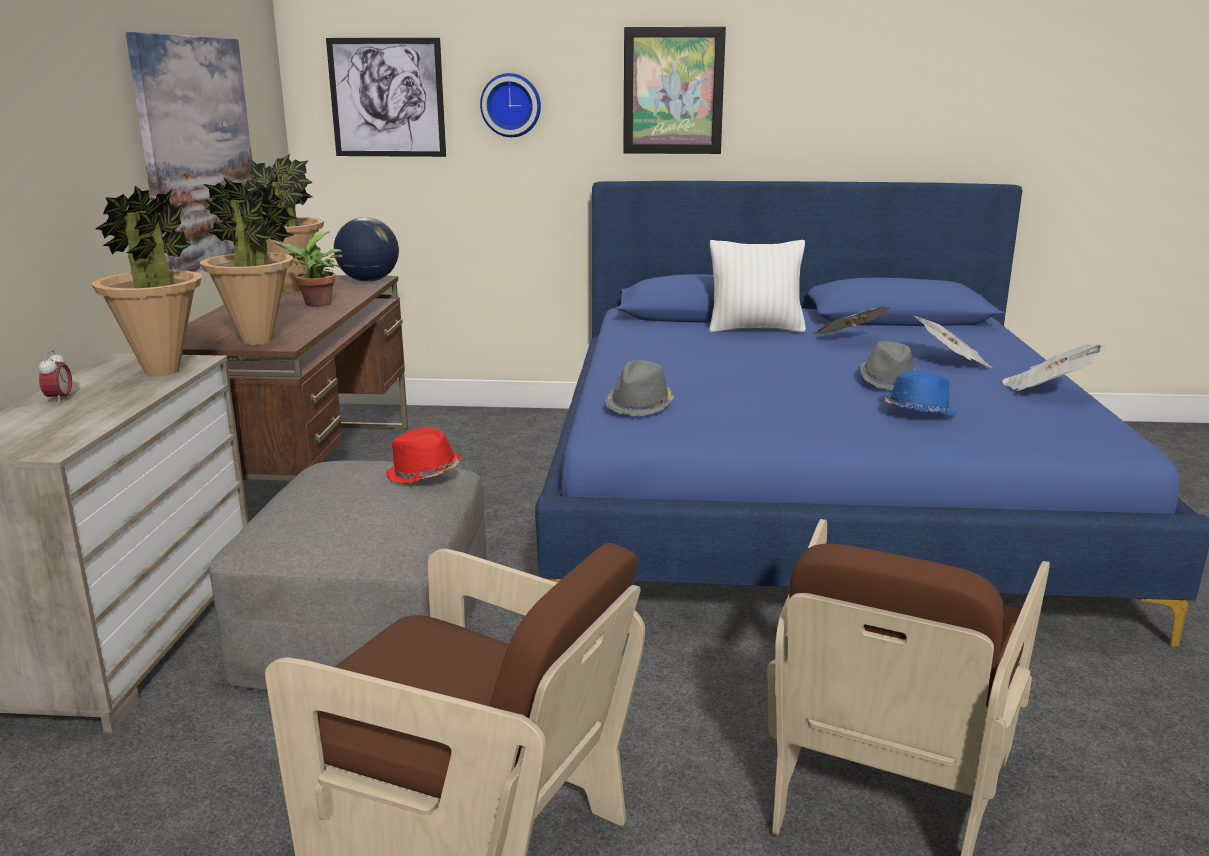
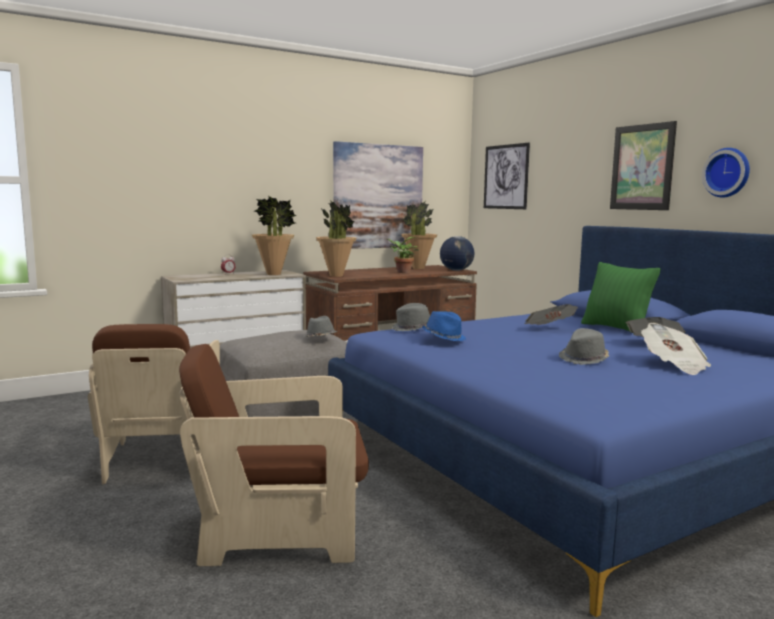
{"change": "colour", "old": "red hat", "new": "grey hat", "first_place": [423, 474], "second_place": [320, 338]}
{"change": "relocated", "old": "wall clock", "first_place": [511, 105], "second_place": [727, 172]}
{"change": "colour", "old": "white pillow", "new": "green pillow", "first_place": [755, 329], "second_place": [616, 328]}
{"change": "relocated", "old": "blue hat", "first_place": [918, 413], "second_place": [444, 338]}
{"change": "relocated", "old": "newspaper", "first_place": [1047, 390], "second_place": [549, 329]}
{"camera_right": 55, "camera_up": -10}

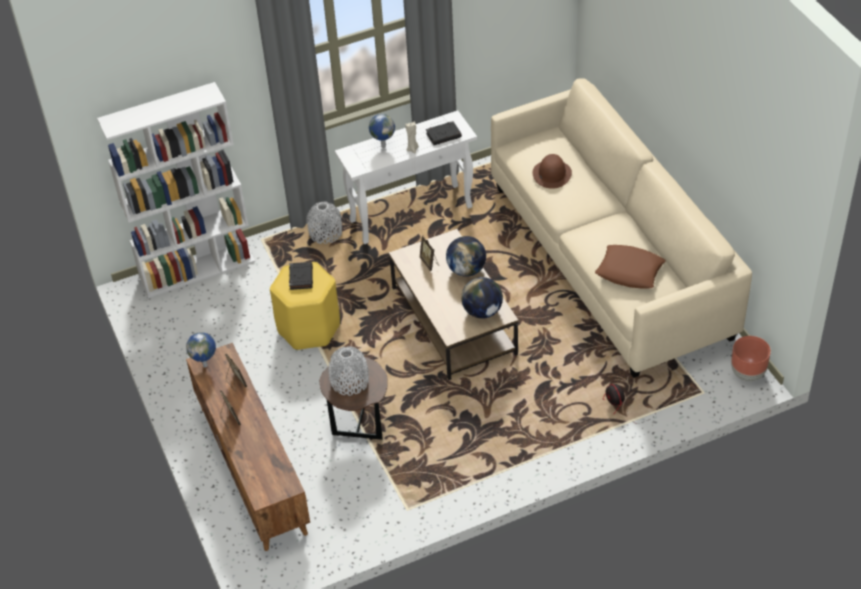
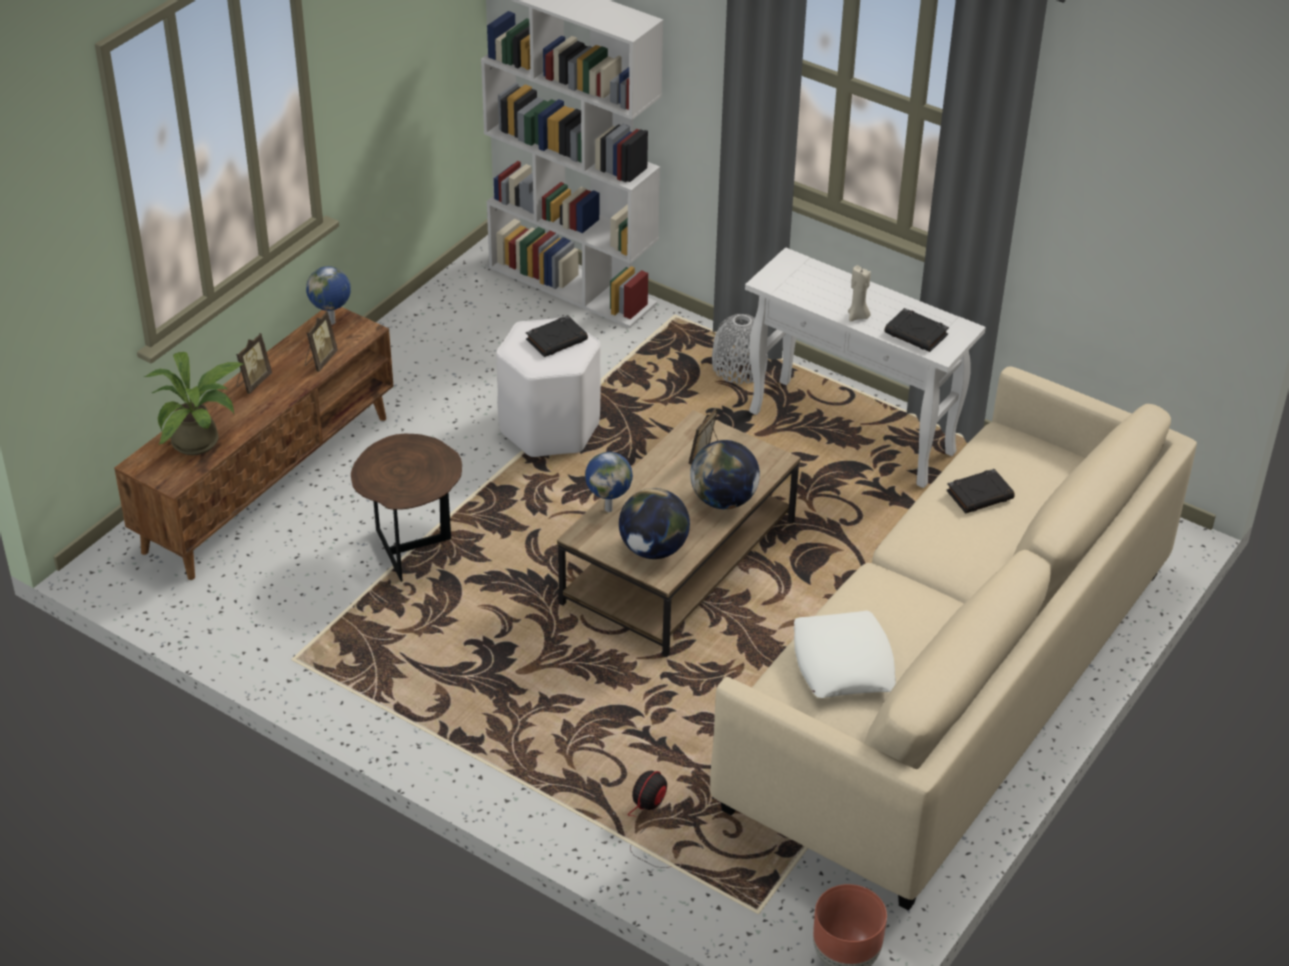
{"change": "colour", "old": "yellow stool", "new": "white stool", "first_place": [308, 328], "second_place": [549, 427]}
{"change": "missing", "old": "grey vase", "first_place": [349, 381]}
{"change": "relocated", "old": "globe", "first_place": [383, 146], "second_place": [609, 508]}
{"change": "exchanged", "old": "brown hat", "new": "black book", "first_place": [552, 174], "second_place": [980, 495]}
{"change": "colour", "old": "brown pillow", "new": "white pillow", "first_place": [630, 271], "second_place": [843, 663]}
{"change": "appeared", "new": "potted plant", "second_place": [201, 441]}
{"camera_right": 55, "camera_up": -5}

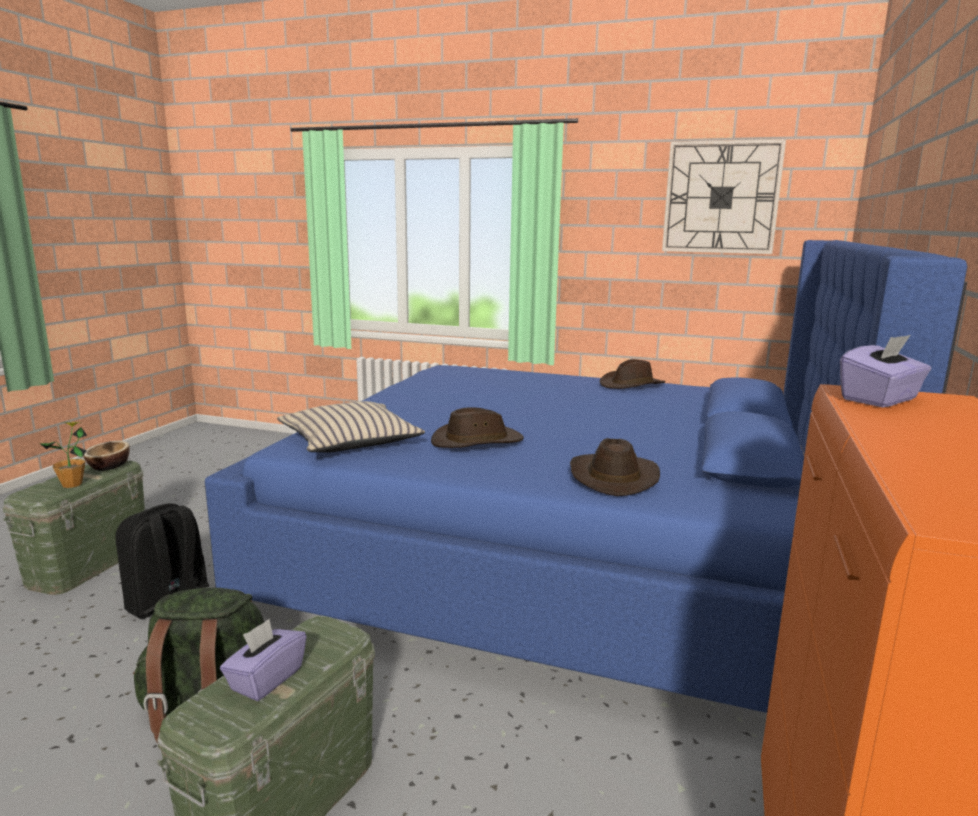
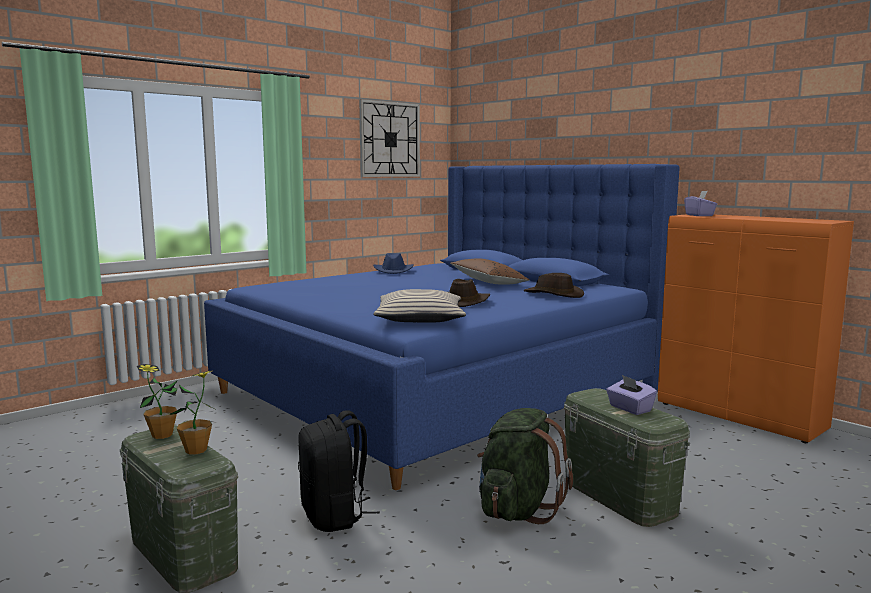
{"change": "exchanged", "old": "bowl", "new": "potted plant", "first_place": [109, 466], "second_place": [162, 435]}
{"change": "colour", "old": "brown hat", "new": "blue hat", "first_place": [631, 385], "second_place": [393, 271]}
{"change": "appeared", "new": "brown pillow", "second_place": [487, 282]}
{"camera_right": -60, "camera_up": -5}

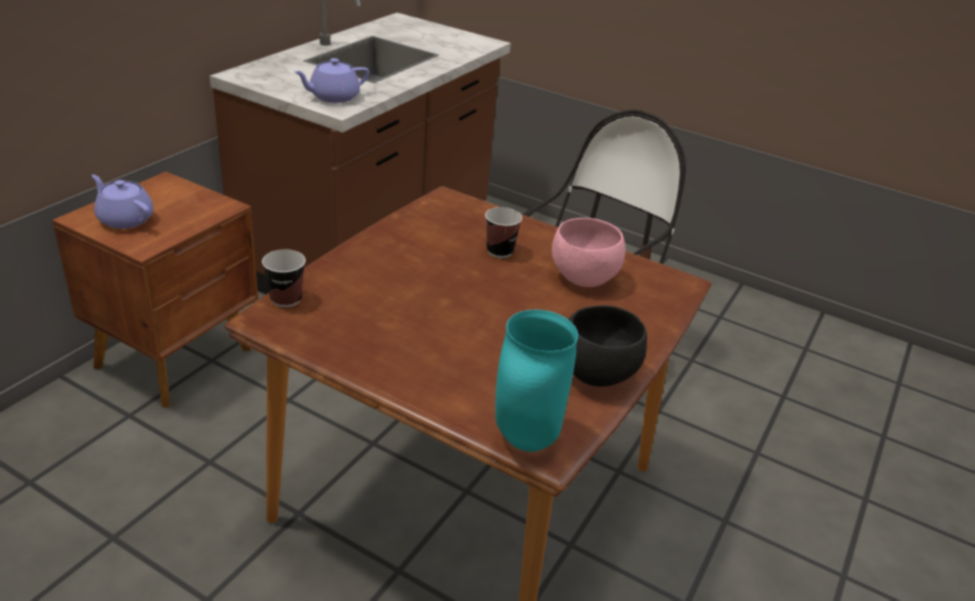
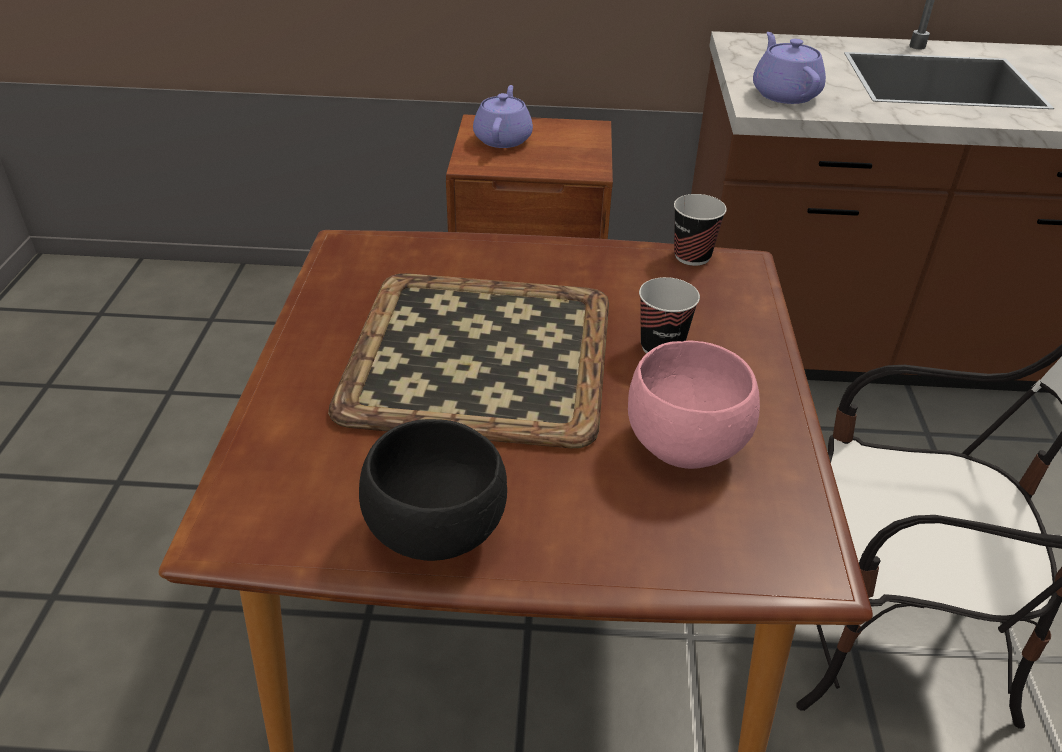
{"change": "relocated", "old": "cup", "first_place": [286, 299], "second_place": [692, 256]}
{"change": "spun", "old": "purple teapot", "first_place": [333, 97], "second_place": [784, 94], "degrees": 45}
{"change": "missing", "old": "turquoise vase", "first_place": [523, 439]}
{"change": "appeared", "new": "tray", "second_place": [477, 354]}
{"camera_right": 65, "camera_up": 5}

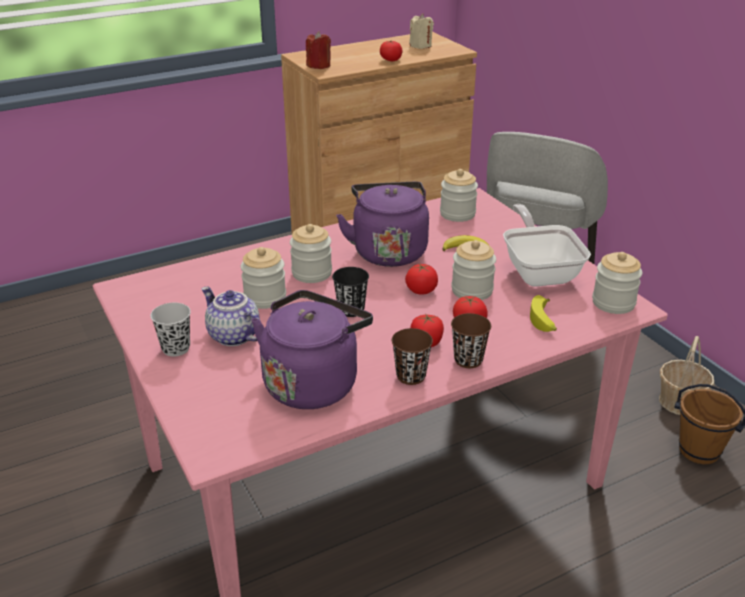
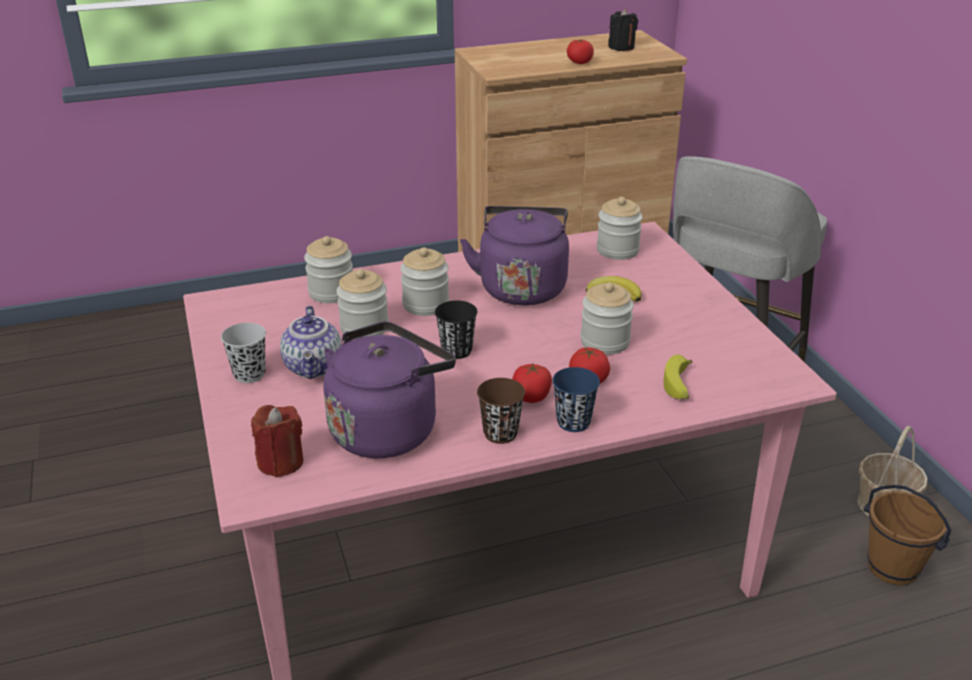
{"change": "spun", "old": "teapot", "first_place": [232, 336], "second_place": [315, 367], "degrees": -150}
{"change": "relocated", "old": "red candle", "first_place": [319, 66], "second_place": [280, 462]}
{"change": "missing", "old": "tomato", "first_place": [421, 290]}
{"change": "colour", "old": "beige candle", "new": "black candle", "first_place": [420, 46], "second_place": [621, 47]}
{"change": "colour", "old": "brown cup", "new": "blue cup", "first_place": [468, 360], "second_place": [573, 422]}
{"change": "missing", "old": "frying pan", "first_place": [539, 271]}
{"change": "relocated", "old": "jar", "first_place": [613, 303], "second_place": [331, 292]}
{"camera_right": 10, "camera_up": 0}

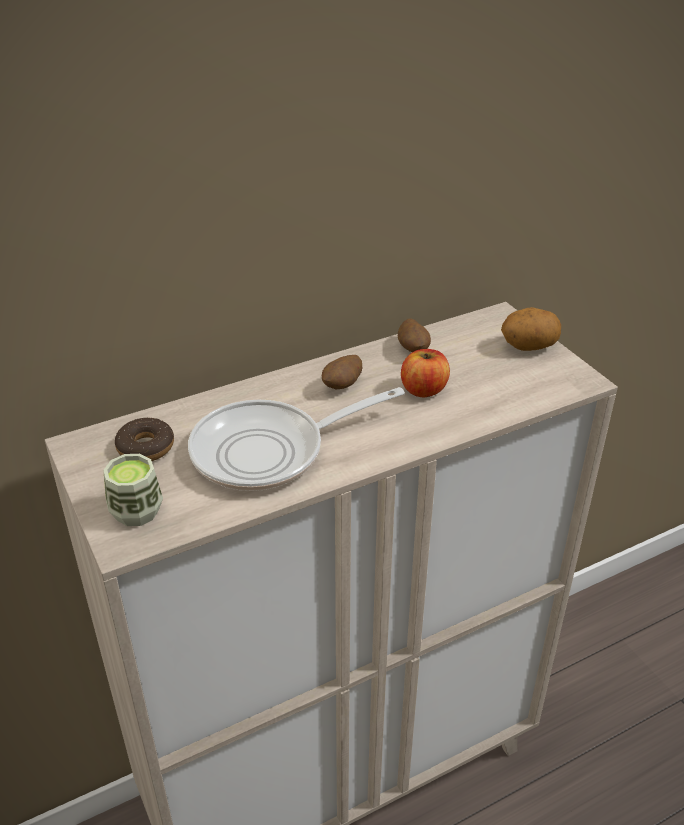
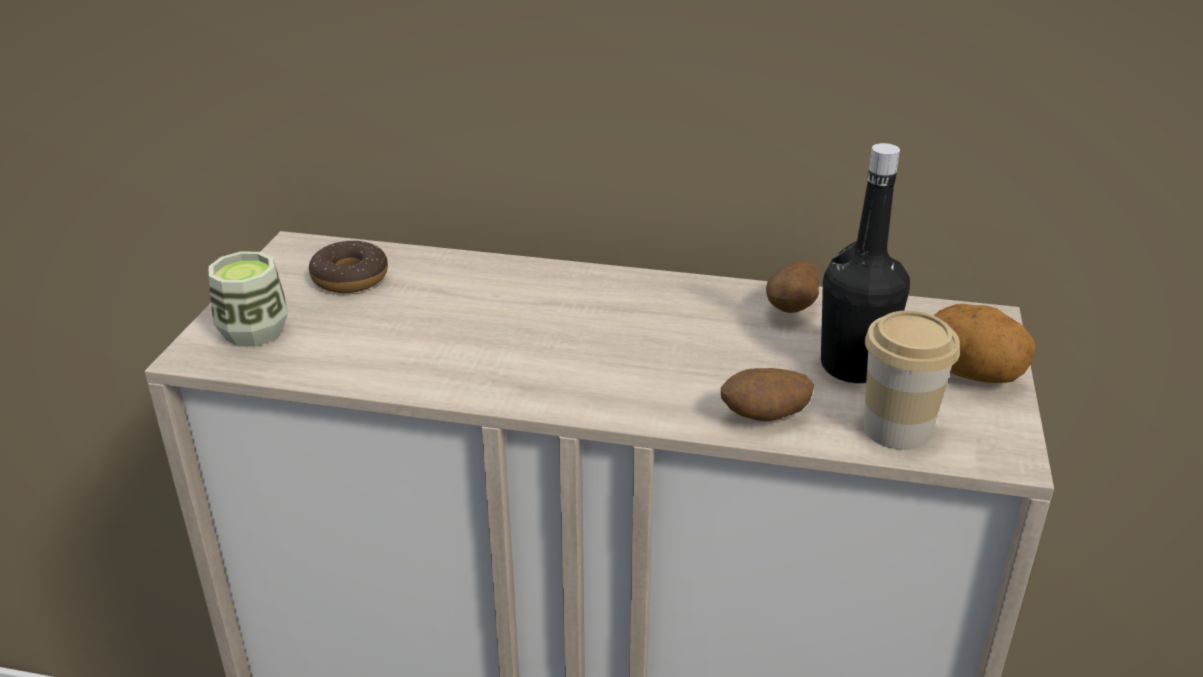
{"change": "missing", "old": "frying pan", "first_place": [269, 451]}
{"change": "relocated", "old": "potato", "first_place": [342, 386], "second_place": [764, 418]}
{"change": "missing", "old": "apple", "first_place": [423, 389]}
{"change": "appeared", "new": "black bottle", "second_place": [853, 366]}
{"change": "appeared", "new": "cup", "second_place": [897, 429]}
{"camera_right": 40, "camera_up": -5}

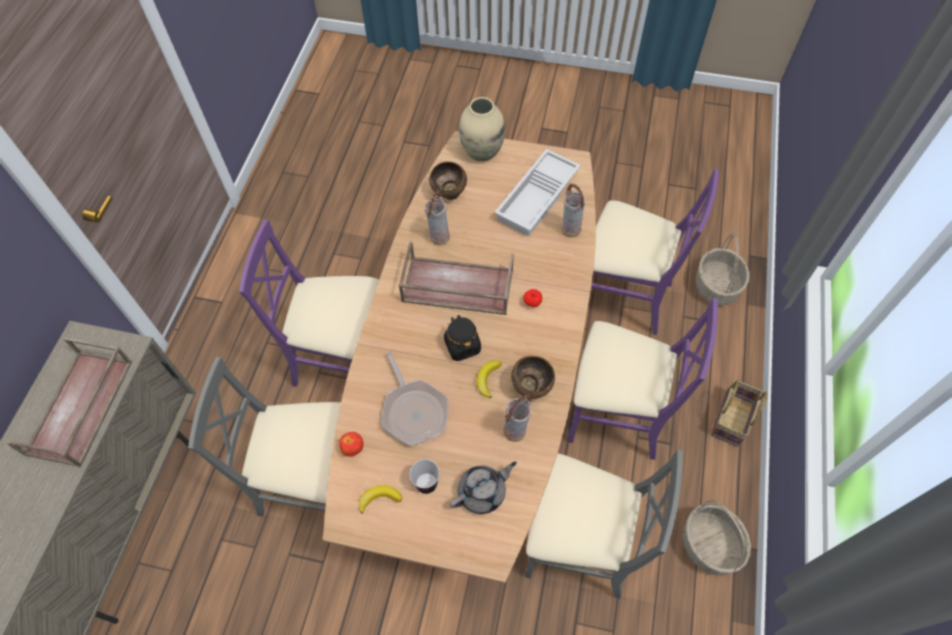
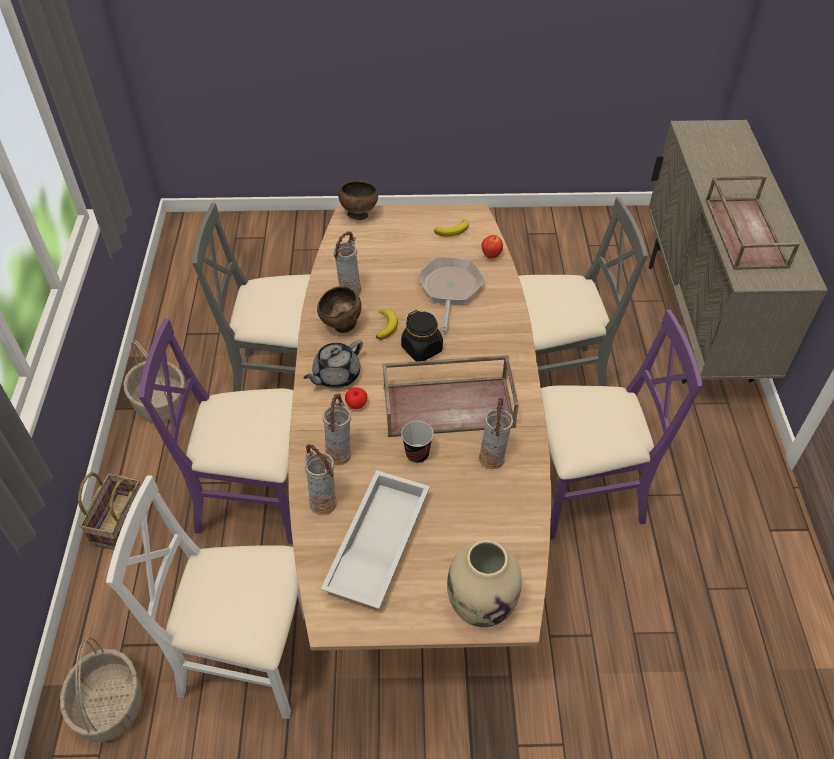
{"change": "spun", "old": "frying pan", "first_place": [413, 410], "second_place": [449, 290], "degrees": 45}
{"change": "relocated", "old": "cup", "first_place": [426, 484], "second_place": [417, 454]}
{"change": "relocated", "old": "brown bowl", "first_place": [449, 194], "second_place": [358, 214]}
{"change": "relocated", "old": "grey teapot", "first_place": [482, 492], "second_place": [335, 375]}
{"change": "colour", "old": "purple chair", "new": "white chair", "first_place": [624, 296], "second_place": [248, 657]}
{"change": "appeared", "new": "vase", "second_place": [340, 455]}
{"camera_right": 165, "camera_up": -10}

